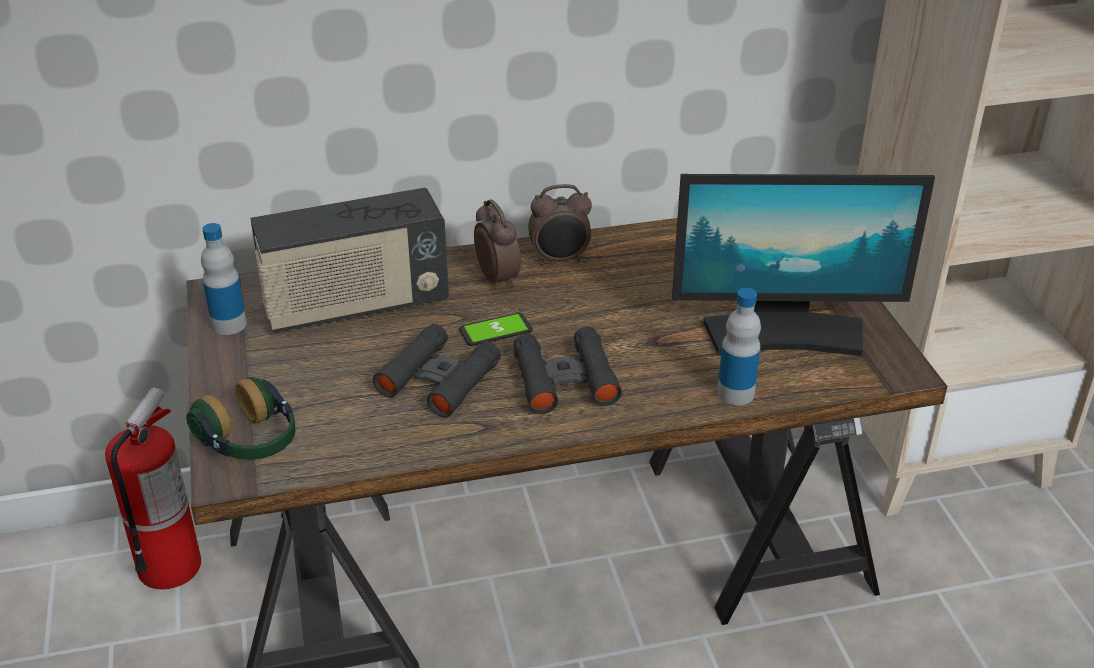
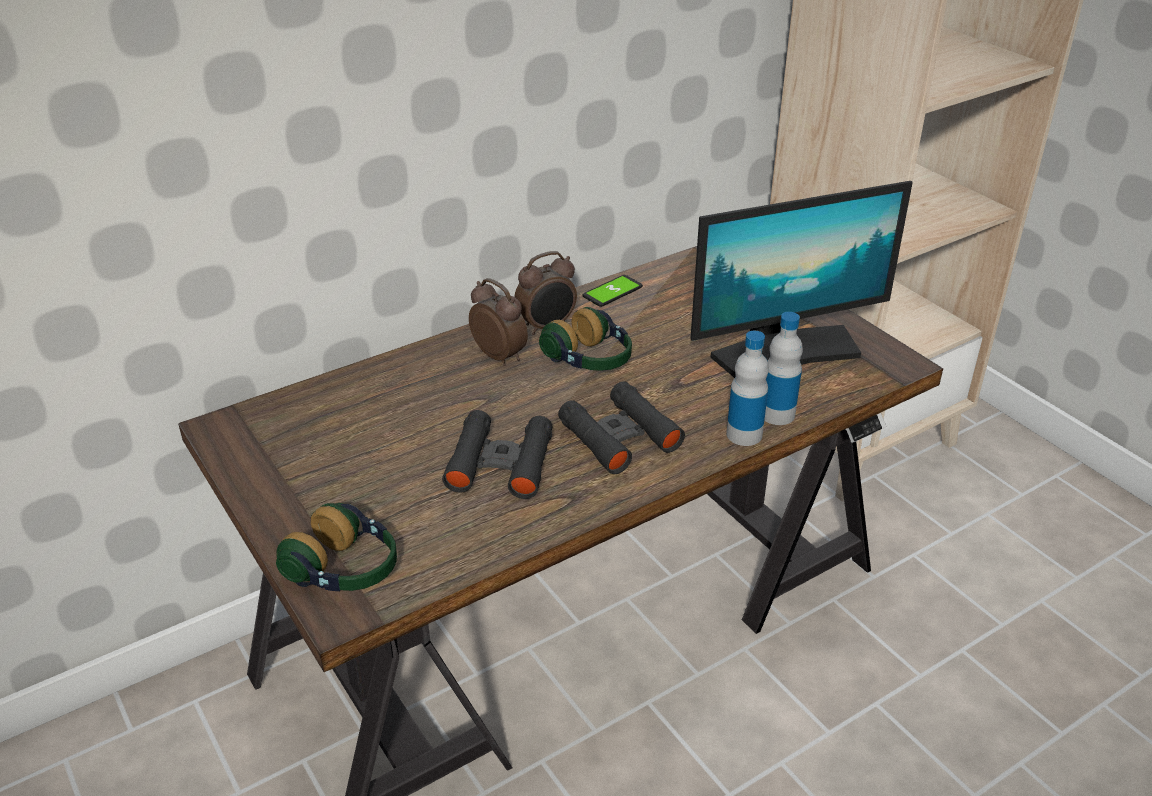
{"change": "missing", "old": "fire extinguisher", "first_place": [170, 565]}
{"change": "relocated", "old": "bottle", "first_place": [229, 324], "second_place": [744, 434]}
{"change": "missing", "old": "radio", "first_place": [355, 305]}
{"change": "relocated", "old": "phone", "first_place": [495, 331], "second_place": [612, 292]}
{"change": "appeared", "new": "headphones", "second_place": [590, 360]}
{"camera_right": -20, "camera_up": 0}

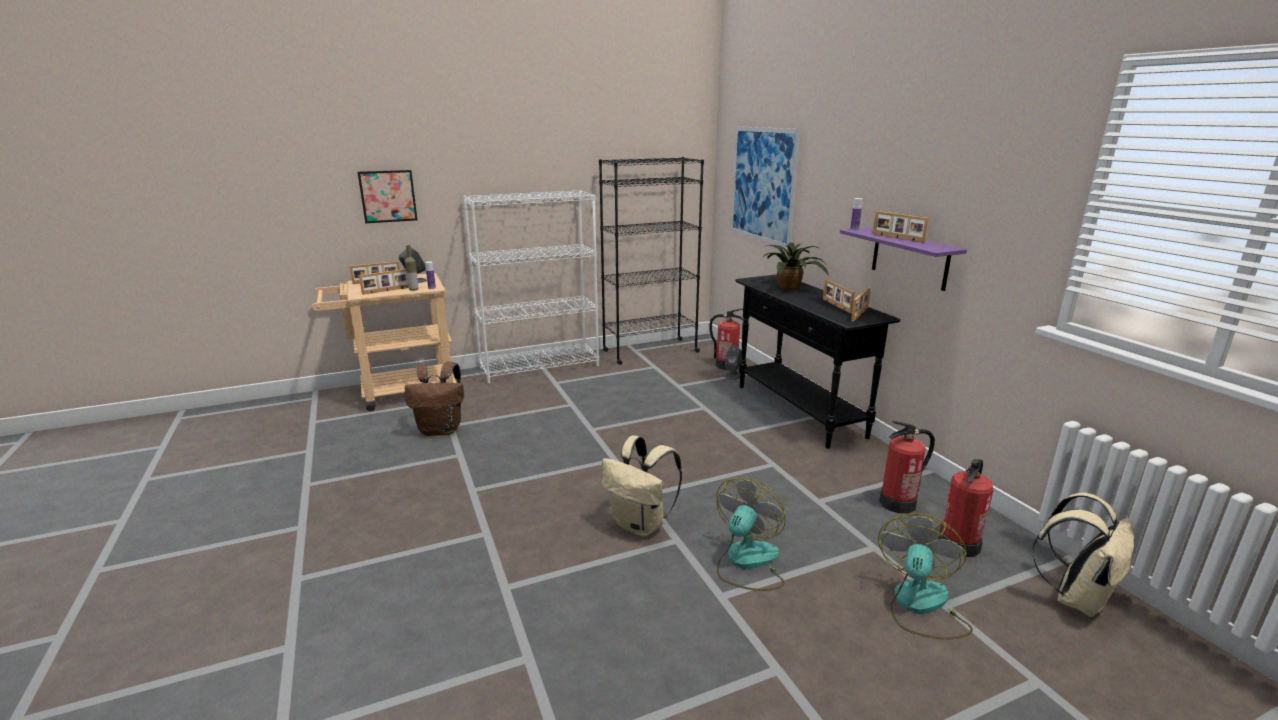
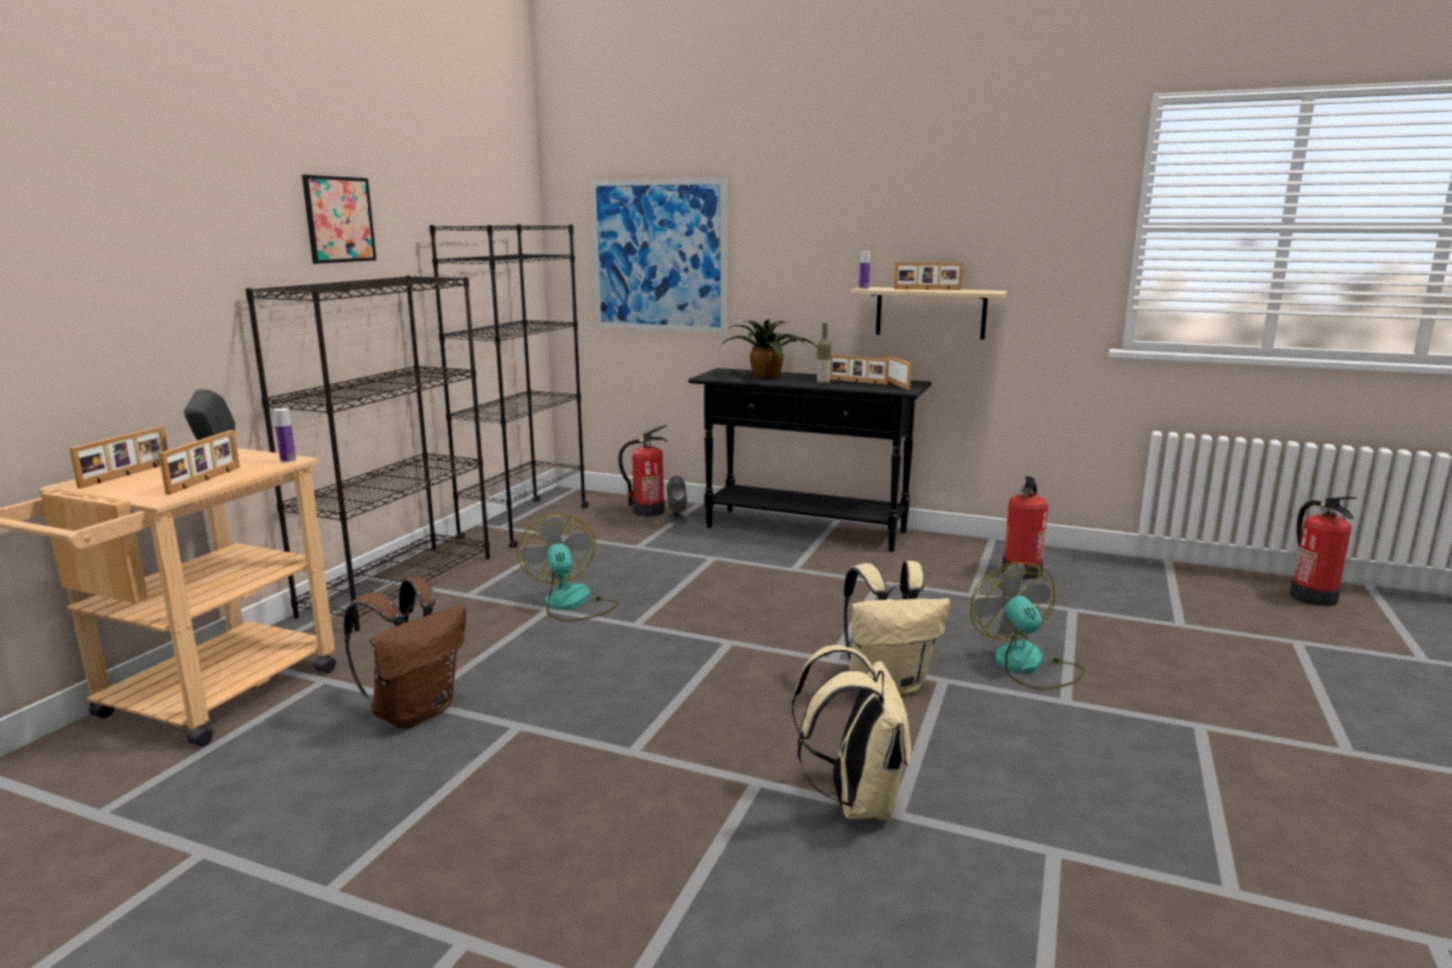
{"change": "relocated", "old": "picture", "first_place": [388, 196], "second_place": [339, 219]}
{"change": "relocated", "old": "bottle", "first_place": [413, 289], "second_place": [823, 383]}
{"change": "colour", "old": "white bookcase", "new": "black bookcase", "first_place": [540, 366], "second_place": [400, 584]}
{"change": "colour", "old": "purple shelf", "new": "beige shelf", "first_place": [909, 258], "second_place": [930, 312]}
{"change": "relocated", "old": "fan", "first_place": [920, 606], "second_place": [571, 604]}
{"change": "relocated", "old": "fire extinguisher", "first_place": [959, 544], "second_place": [1312, 597]}
{"change": "relocated", "old": "beige backpack", "first_place": [1076, 598], "second_place": [856, 801]}
{"camera_right": -45, "camera_up": -5}

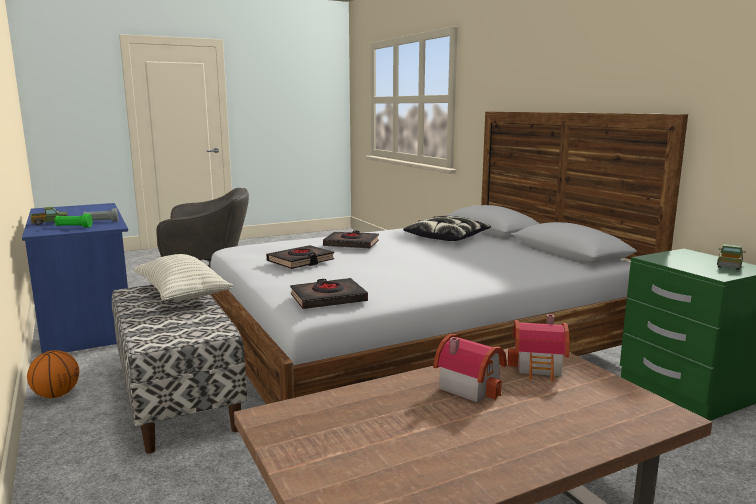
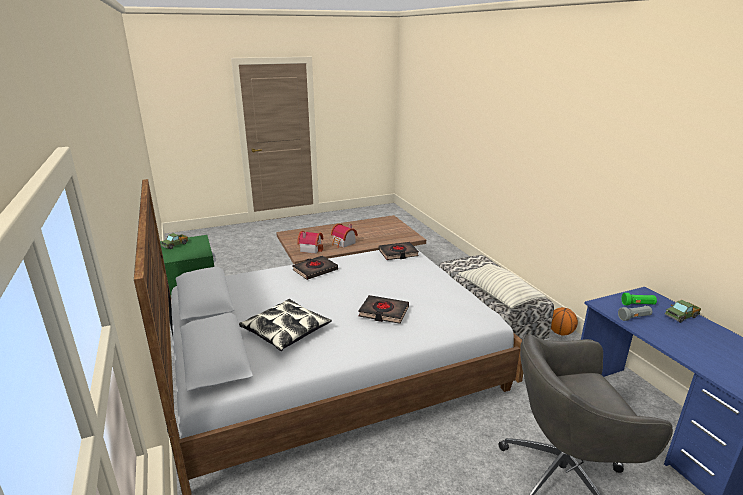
{"change": "relocated", "old": "black book", "first_place": [301, 261], "second_place": [315, 270]}
{"camera_right": -175, "camera_up": 10}

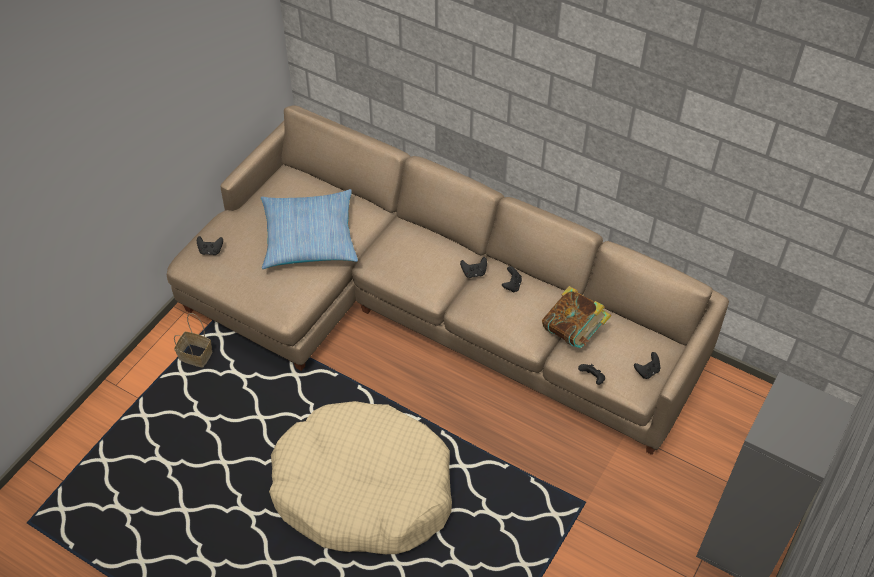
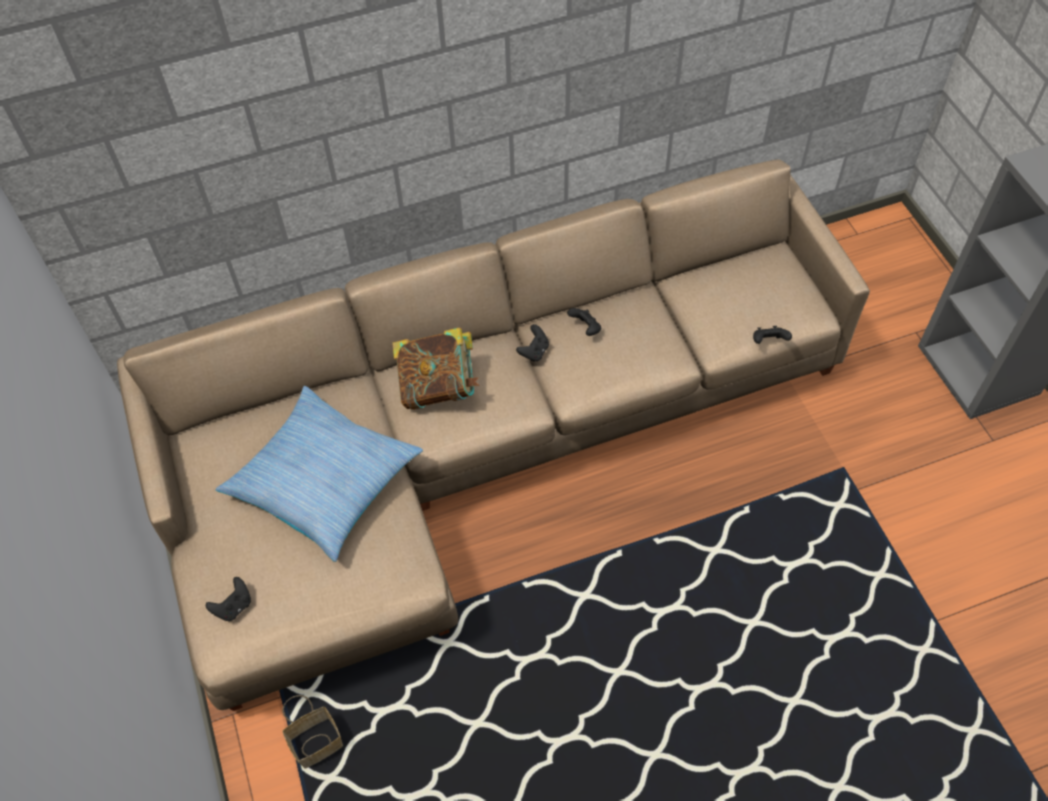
{"change": "missing", "old": "beige dog bed", "first_place": [363, 489]}
{"change": "relocated", "old": "book", "first_place": [573, 332], "second_place": [438, 387]}
{"change": "missing", "old": "black game controller", "first_place": [647, 371]}
{"camera_right": -50, "camera_up": 5}

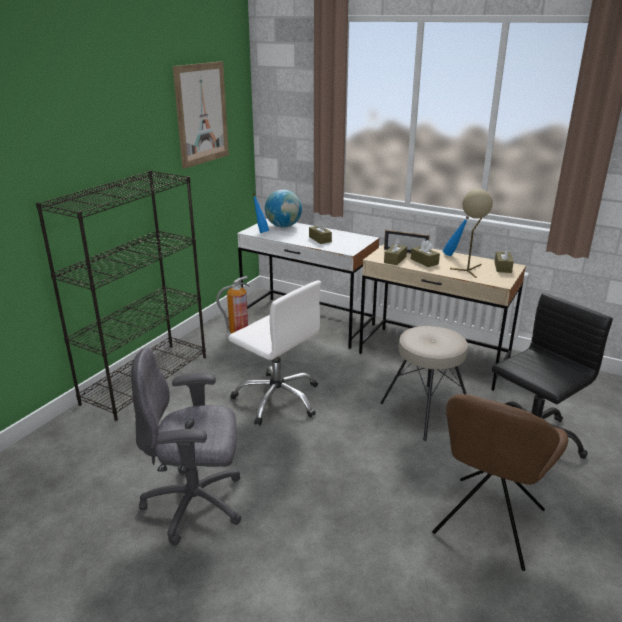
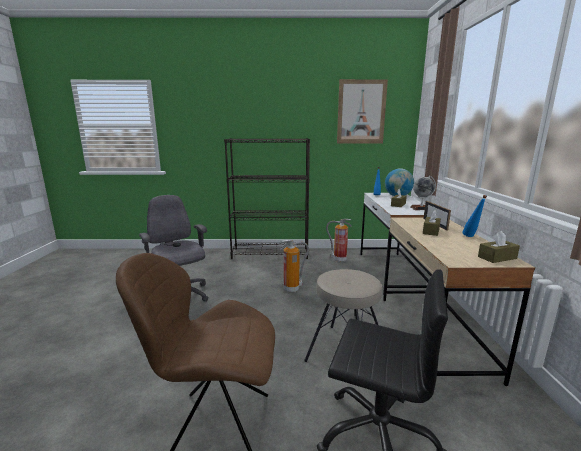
{"change": "exchanged", "old": "white office chair", "new": "fire extinguisher", "first_place": [278, 399], "second_place": [292, 289]}
{"change": "missing", "old": "brown tissue box", "first_place": [395, 259]}
{"change": "missing", "old": "beige table lamp", "first_place": [469, 270]}
{"change": "appeared", "new": "globe", "second_place": [421, 208]}
{"camera_right": 60, "camera_up": -10}

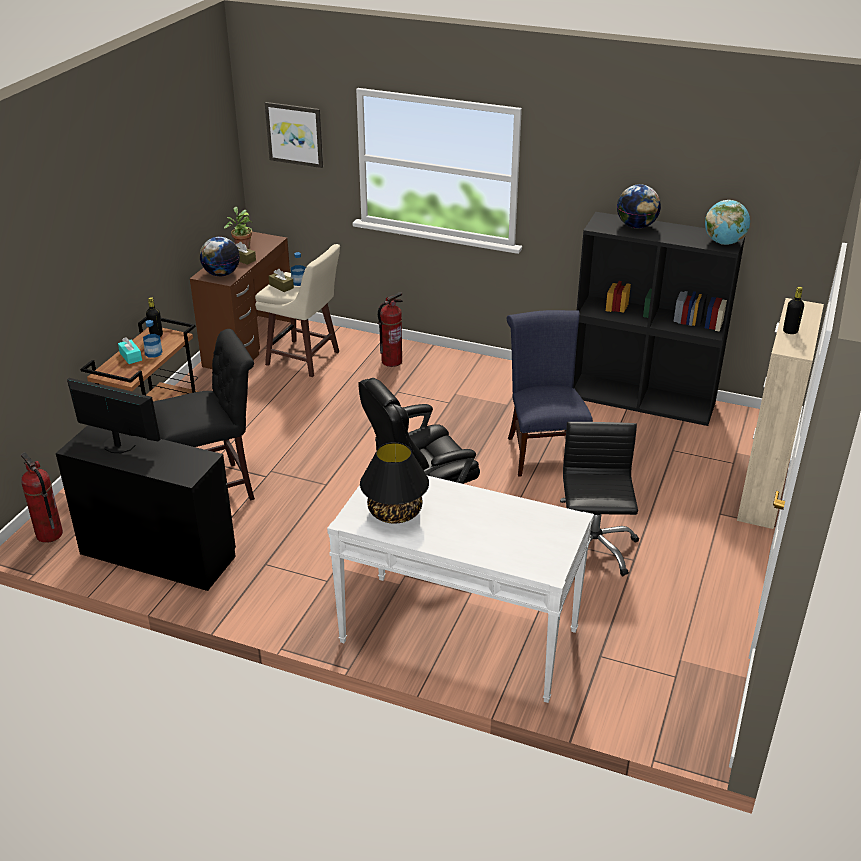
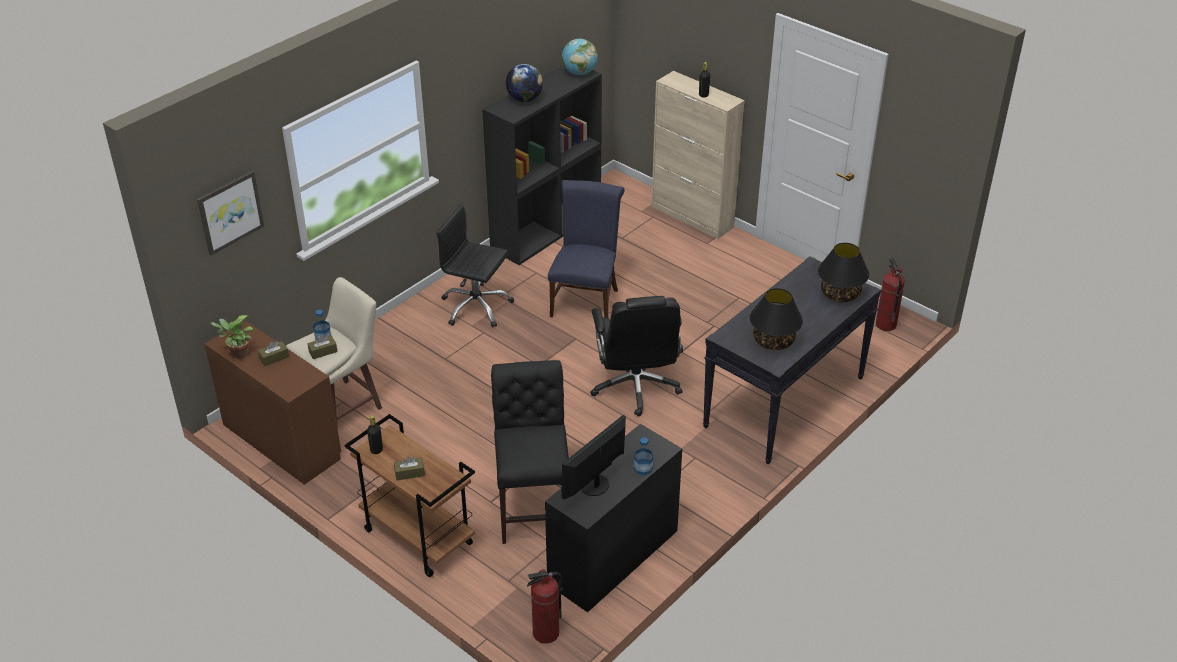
{"change": "colour", "old": "turquoise tissue box", "new": "brown tissue box", "first_place": [130, 356], "second_place": [409, 473]}
{"change": "relocated", "old": "bottle", "first_place": [153, 353], "second_place": [643, 468]}
{"change": "missing", "old": "globe", "first_place": [221, 274]}
{"change": "colour", "old": "white console table", "new": "black console table", "first_place": [458, 636], "second_place": [784, 402]}
{"change": "relocated", "old": "fire extinguisher", "first_place": [391, 361], "second_place": [886, 324]}
{"change": "spun", "old": "blue chair", "first_place": [543, 450], "second_place": [586, 300], "degrees": 90}
{"change": "relocated", "old": "black office chair", "first_place": [592, 548], "second_place": [476, 307]}
{"change": "appeared", "new": "black table lamp", "second_place": [840, 294]}
{"camera_right": -70, "camera_up": 5}

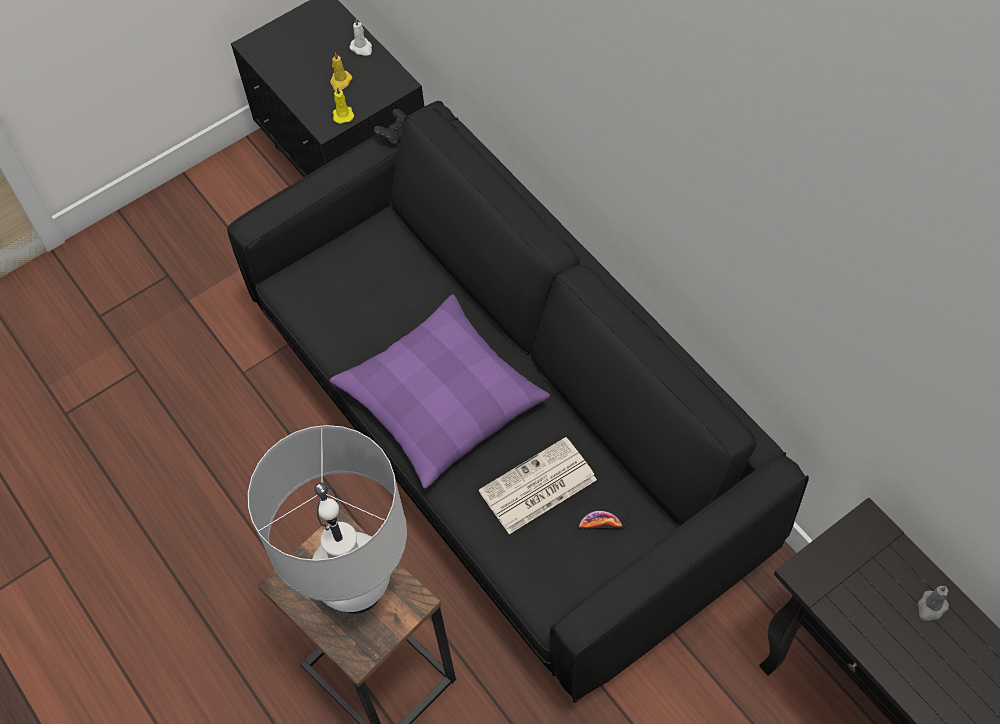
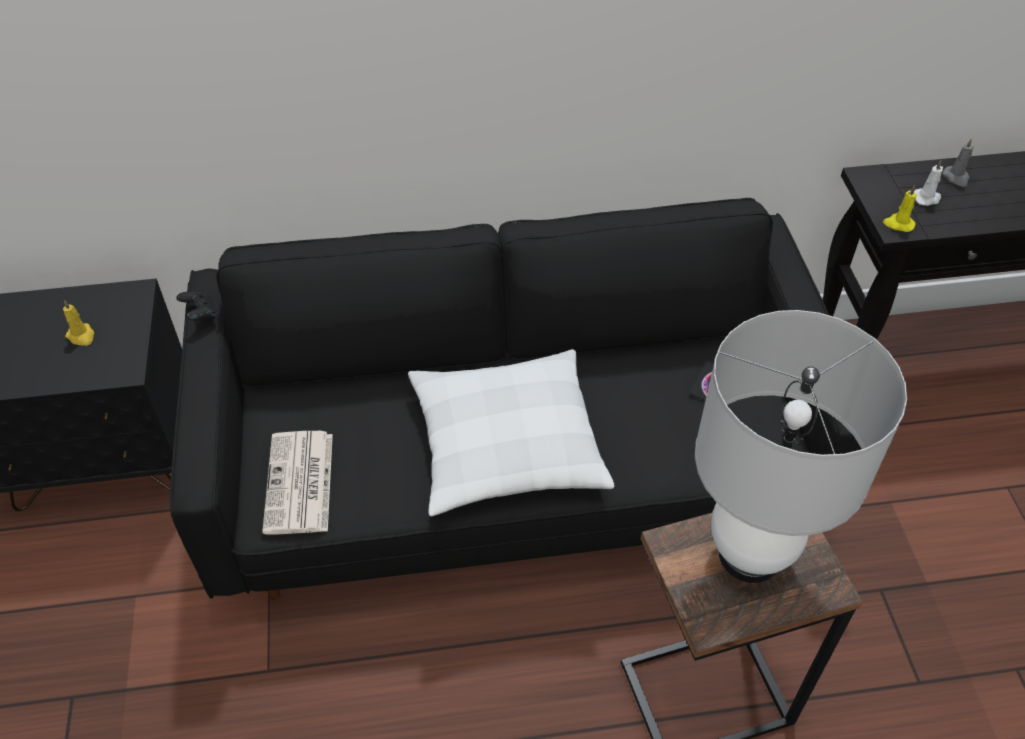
{"change": "colour", "old": "purple pillow", "new": "white pillow", "first_place": [441, 399], "second_place": [506, 444]}
{"change": "relocated", "old": "yellow candle", "first_place": [343, 114], "second_place": [898, 224]}
{"change": "relocated", "old": "white candle", "first_place": [362, 48], "second_place": [927, 198]}
{"change": "relocated", "old": "newspaper", "first_place": [537, 487], "second_place": [300, 484]}
{"camera_right": -65, "camera_up": -10}

